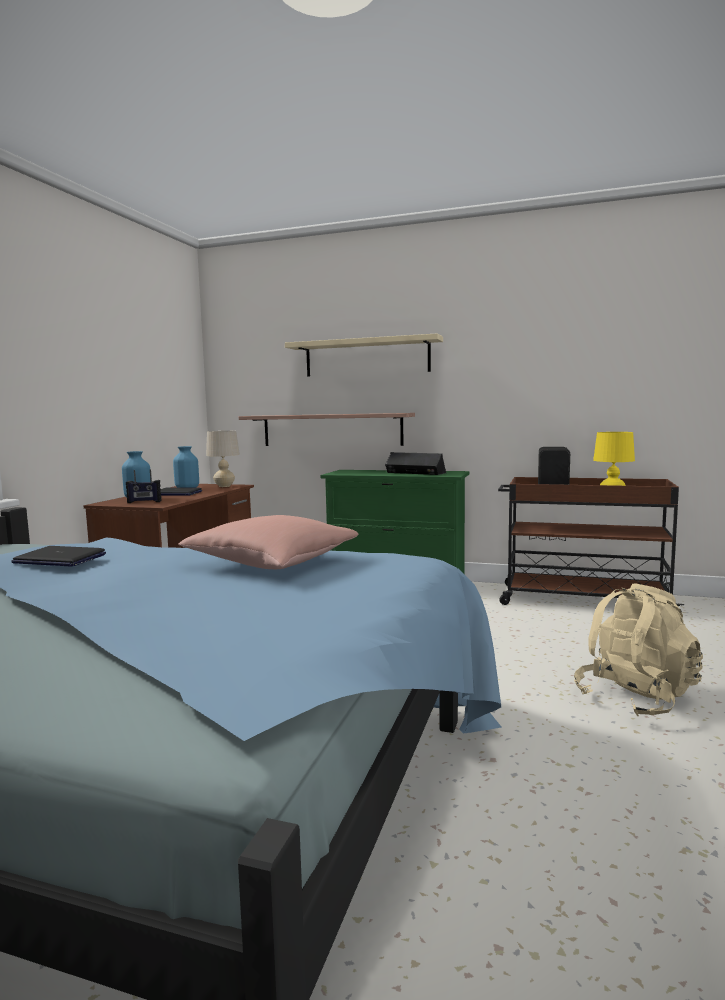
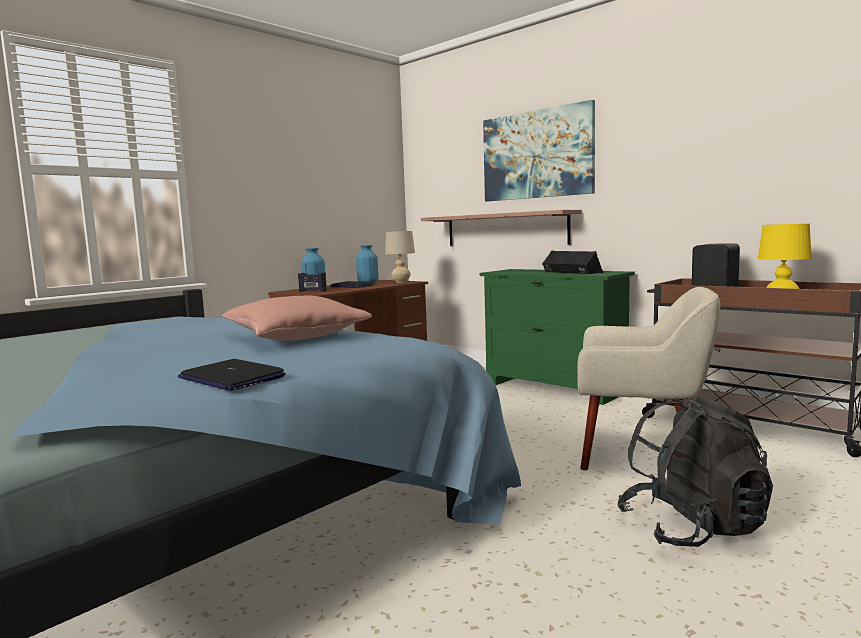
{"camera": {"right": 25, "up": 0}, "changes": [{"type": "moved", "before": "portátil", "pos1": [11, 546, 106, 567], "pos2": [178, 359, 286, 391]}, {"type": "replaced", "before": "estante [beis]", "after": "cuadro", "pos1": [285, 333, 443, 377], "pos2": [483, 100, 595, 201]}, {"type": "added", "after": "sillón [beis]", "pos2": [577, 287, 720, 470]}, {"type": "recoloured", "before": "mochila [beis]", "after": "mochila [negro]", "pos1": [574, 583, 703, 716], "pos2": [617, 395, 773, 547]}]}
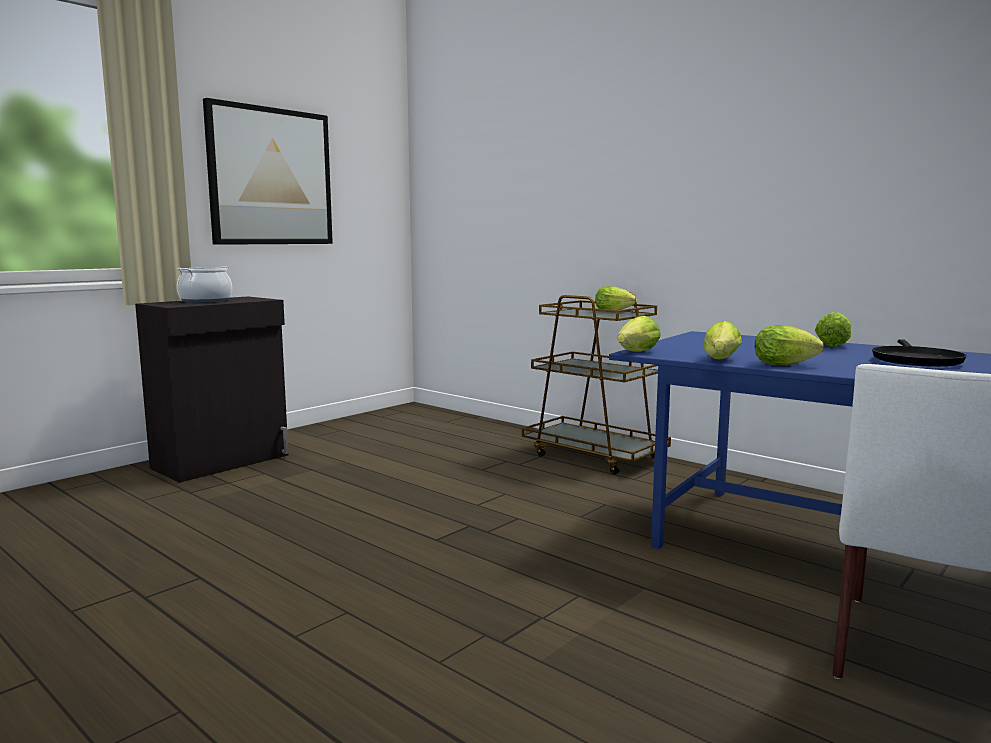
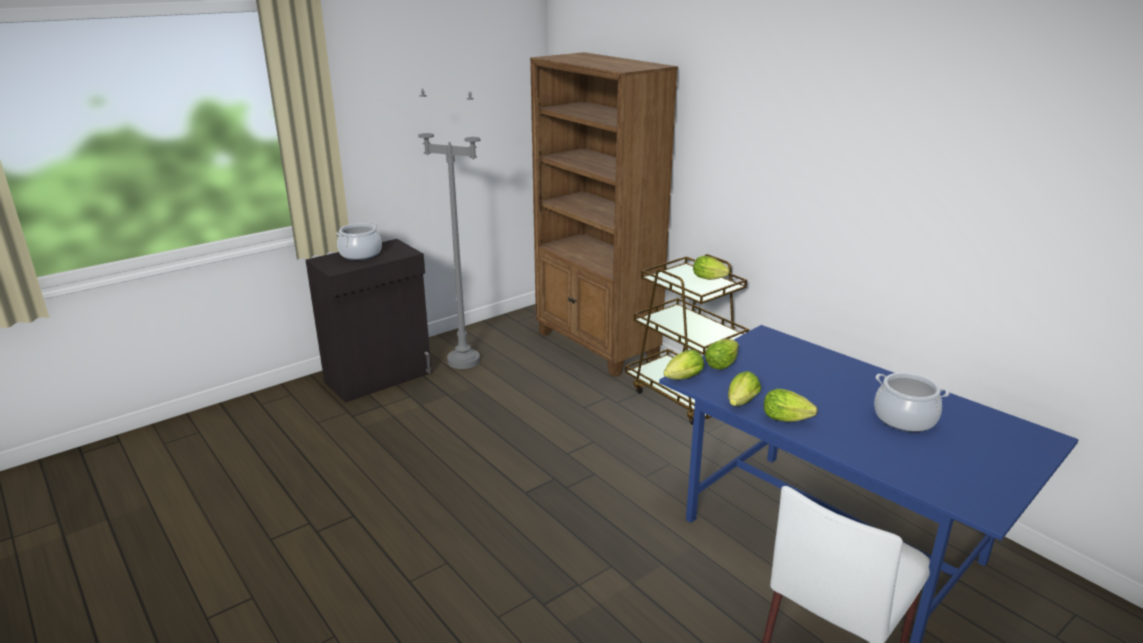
{"camera": {"right": 10, "up": 15}, "changes": [{"type": "added", "after": "lámpara de pie [gris]", "pos2": [418, 89, 480, 369]}, {"type": "added", "after": "estantería [marrón]", "pos2": [530, 52, 678, 377]}, {"type": "moved", "before": "lechuga", "pos1": [815, 312, 851, 347], "pos2": [705, 339, 739, 370]}, {"type": "replaced", "before": "sartén [negro]", "after": "olla", "pos1": [872, 339, 967, 367], "pos2": [874, 373, 950, 432]}, {"type": "removed", "before": "cuadro", "pos1": [203, 98, 333, 245]}]}
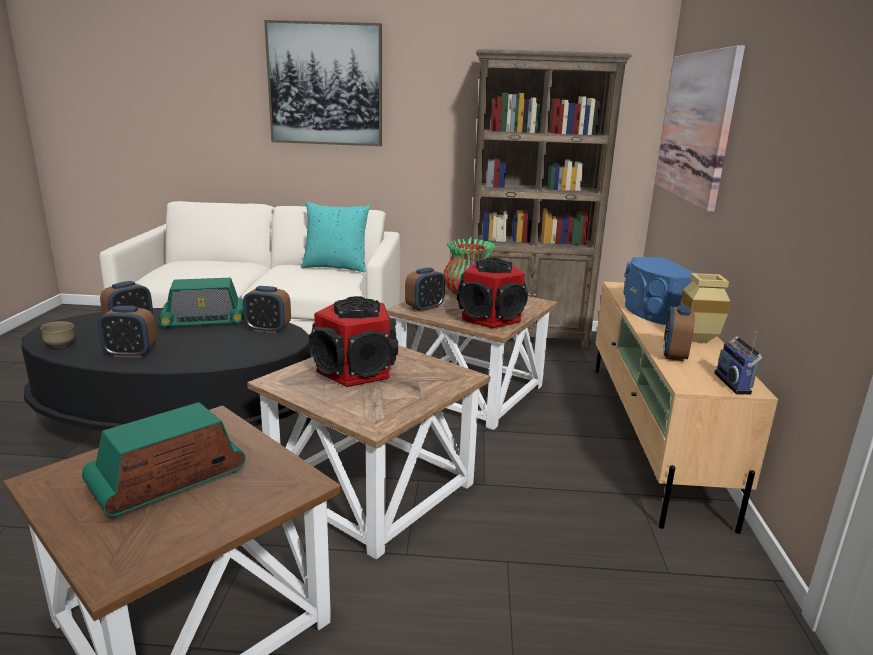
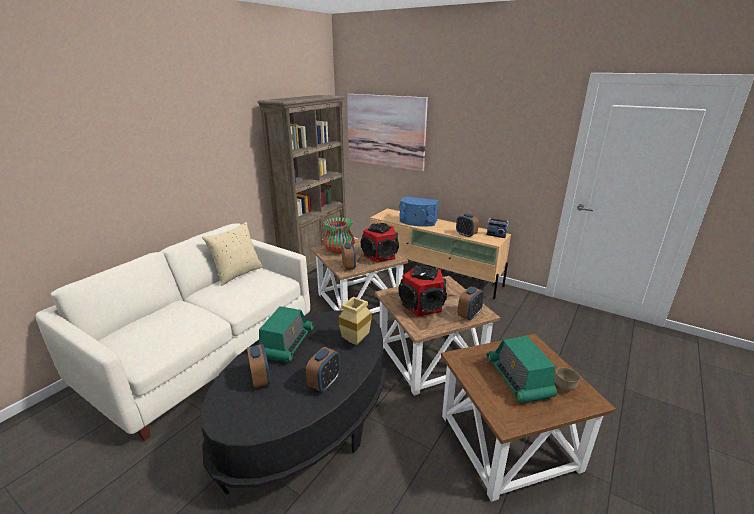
{"camera": {"right": -60, "up": 5}, "changes": [{"type": "recoloured", "before": "cojín [turquesa]", "after": "cojín [beis]", "pos1": [301, 202, 371, 273], "pos2": [202, 222, 263, 286]}, {"type": "moved", "before": "florero [beis]", "pos1": [681, 273, 730, 343], "pos2": [339, 297, 371, 345]}, {"type": "moved", "before": "despertador", "pos1": [243, 286, 291, 333], "pos2": [458, 286, 484, 321]}, {"type": "moved", "before": "cuenco [marrón]", "pos1": [41, 321, 75, 348], "pos2": [555, 367, 580, 391]}, {"type": "removed", "before": "cuadro", "pos1": [264, 20, 382, 146]}]}
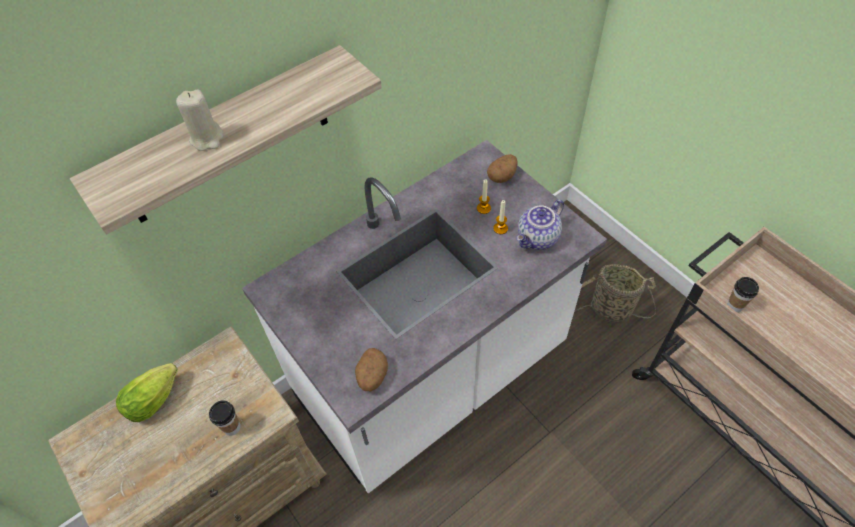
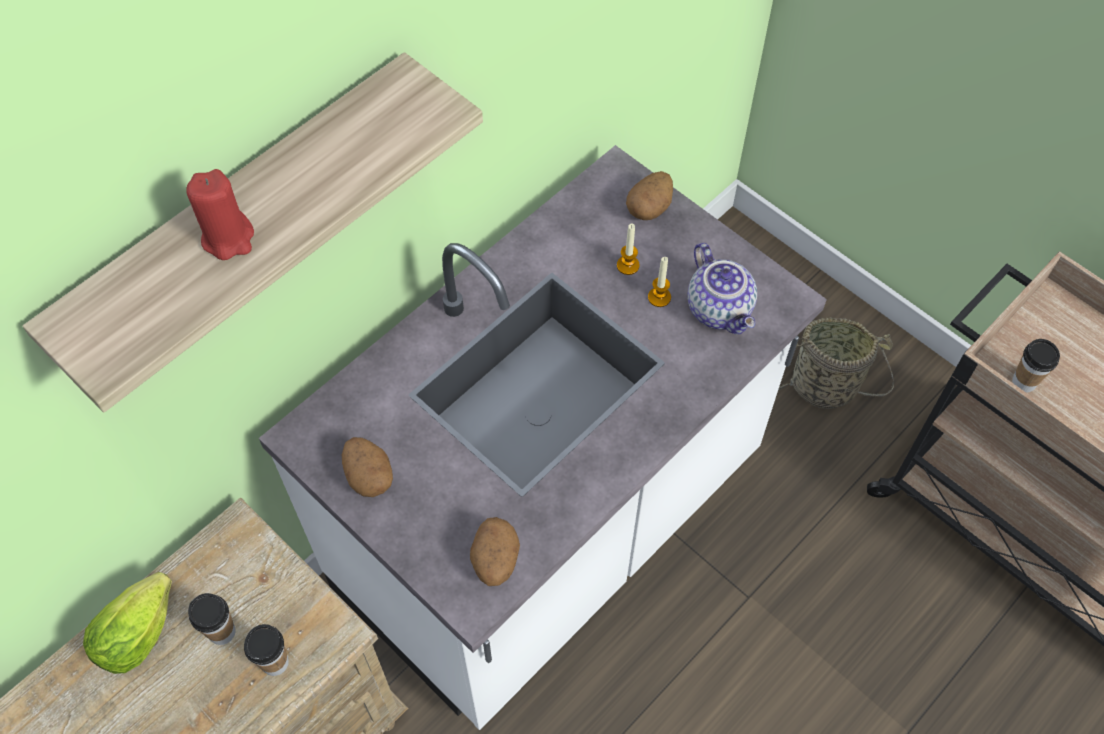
{"camera": {"right": -10, "up": 5}, "changes": [{"type": "recoloured", "before": "vela [beis]", "after": "vela [rojo]", "pos1": [176, 89, 223, 151], "pos2": [186, 169, 254, 260]}, {"type": "added", "after": "taza", "pos2": [188, 593, 236, 645]}, {"type": "added", "after": "patata", "pos2": [342, 437, 393, 497]}, {"type": "turned", "before": "tetera", "pos1": [516, 199, 564, 250], "pos2": [688, 243, 757, 335], "turn": -60}]}
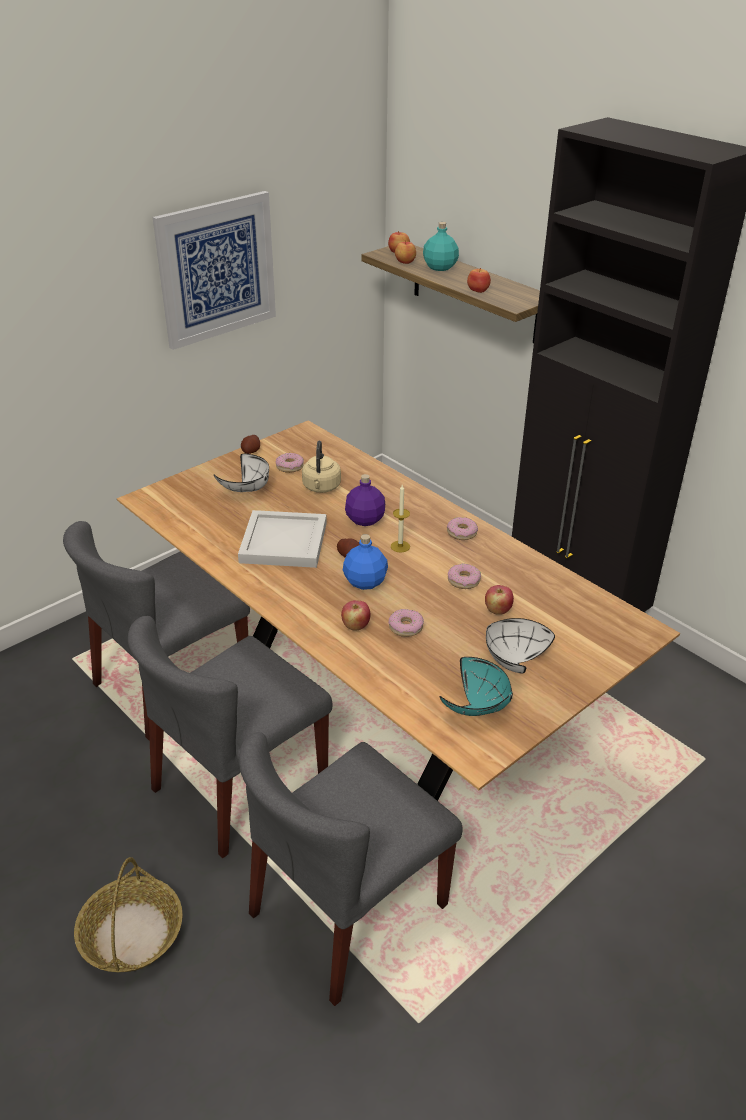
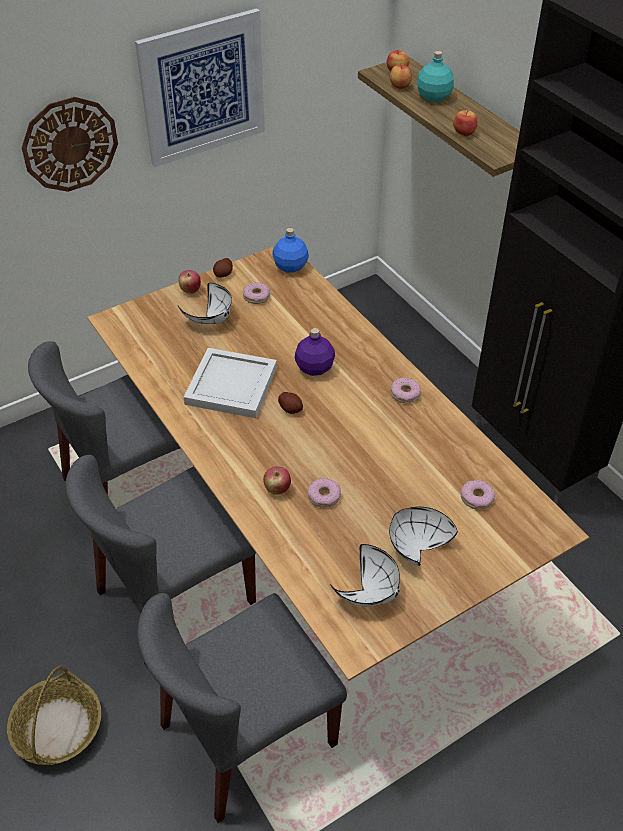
{"camera": {"right": 10, "up": 10}, "changes": [{"type": "added", "after": "reloj de pared", "pos2": [22, 97, 118, 192]}, {"type": "moved", "before": "manzana", "pos1": [485, 585, 514, 615], "pos2": [179, 270, 201, 294]}, {"type": "moved", "before": "botella [azul]", "pos1": [343, 534, 388, 590], "pos2": [272, 228, 309, 273]}, {"type": "recoloured", "before": "cuenco [turquesa]", "after": "cuenco [blanco]", "pos1": [440, 657, 513, 716], "pos2": [330, 544, 400, 606]}, {"type": "moved", "before": "rosquilla", "pos1": [448, 564, 481, 589], "pos2": [461, 480, 495, 510]}, {"type": "removed", "before": "hervidor [beis]", "pos1": [302, 441, 341, 493]}, {"type": "removed", "before": "vela", "pos1": [391, 485, 410, 553]}]}
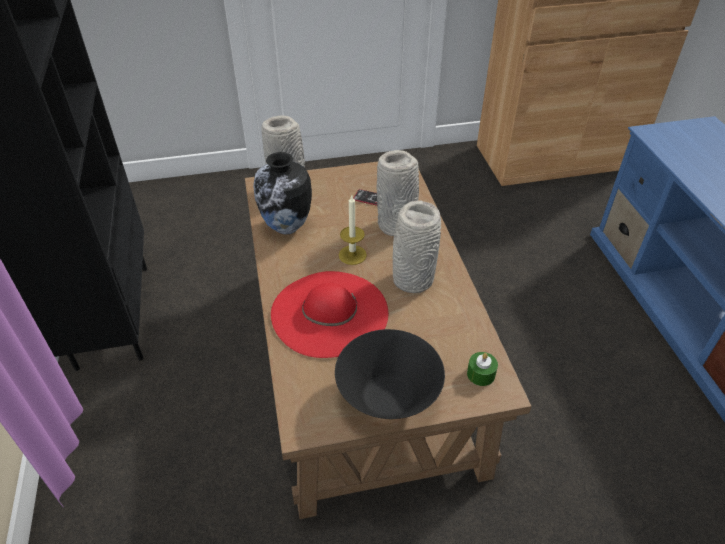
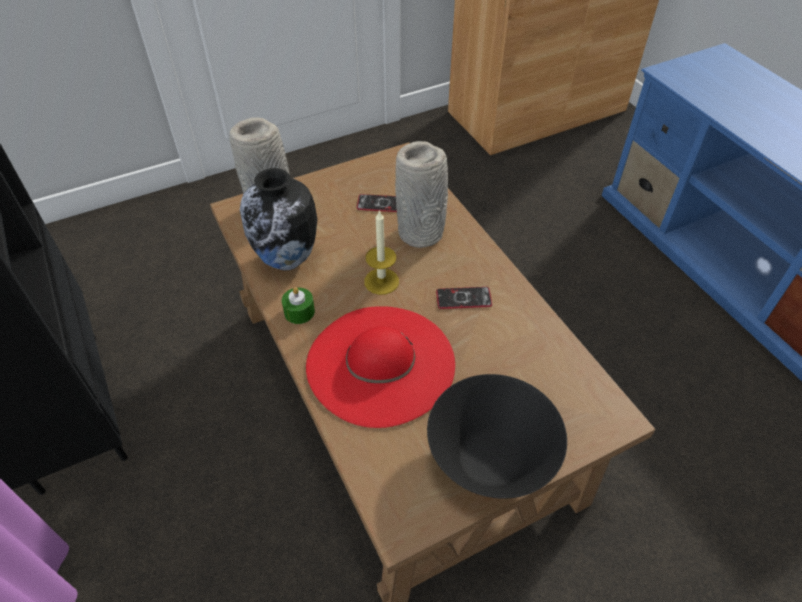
{"camera": {"right": -15, "up": 5}, "changes": [{"type": "moved", "before": "vela [verde]", "pos1": [467, 352, 498, 386], "pos2": [282, 287, 315, 324]}, {"type": "replaced", "before": "florero [gris]", "after": "móvil", "pos1": [393, 200, 441, 293], "pos2": [436, 287, 492, 309]}]}
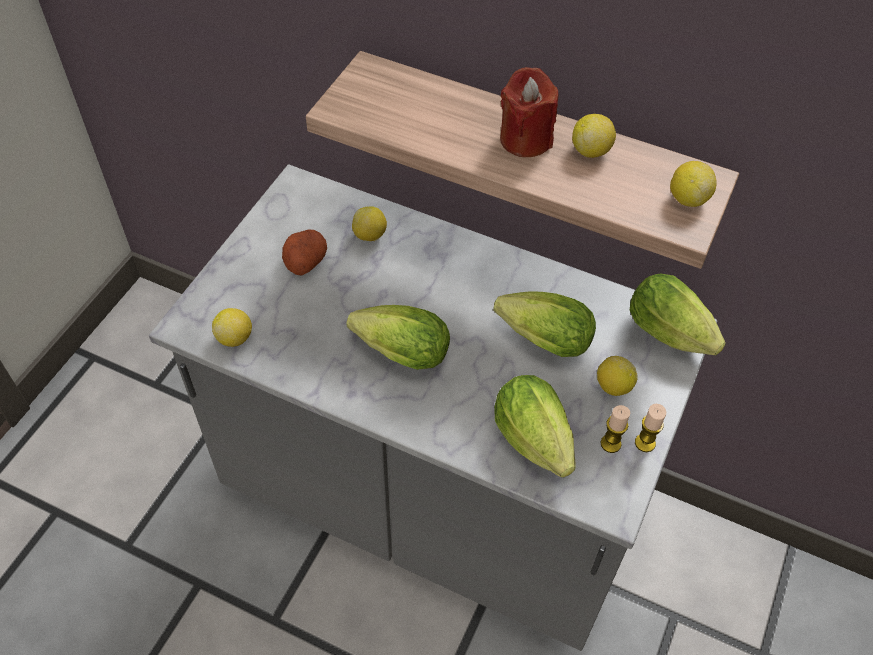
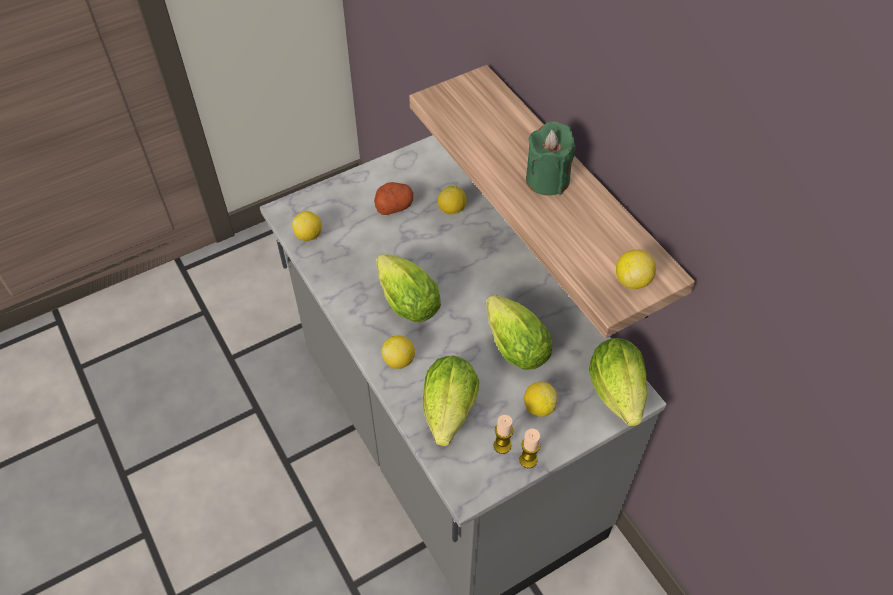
{"camera": {"right": 35, "up": 0}, "changes": [{"type": "moved", "before": "limón", "pos1": [572, 114, 616, 158], "pos2": [381, 335, 415, 369]}, {"type": "recoloured", "before": "vela [rojo]", "after": "vela [verde]", "pos1": [500, 67, 558, 157], "pos2": [526, 121, 576, 195]}]}
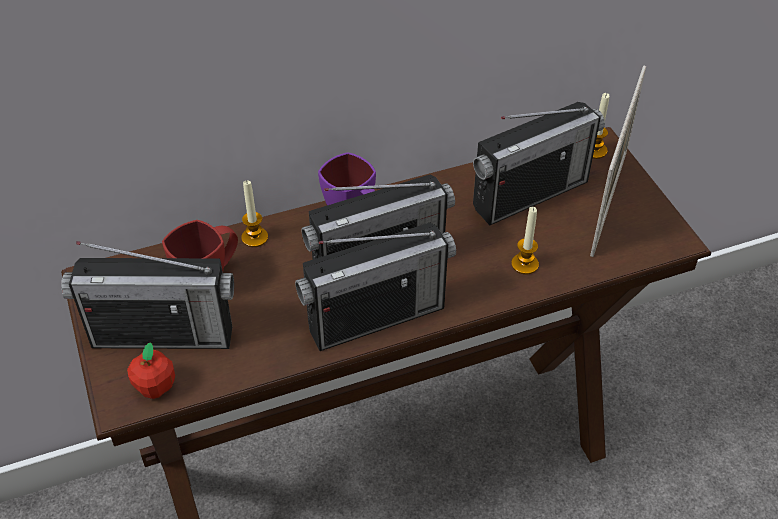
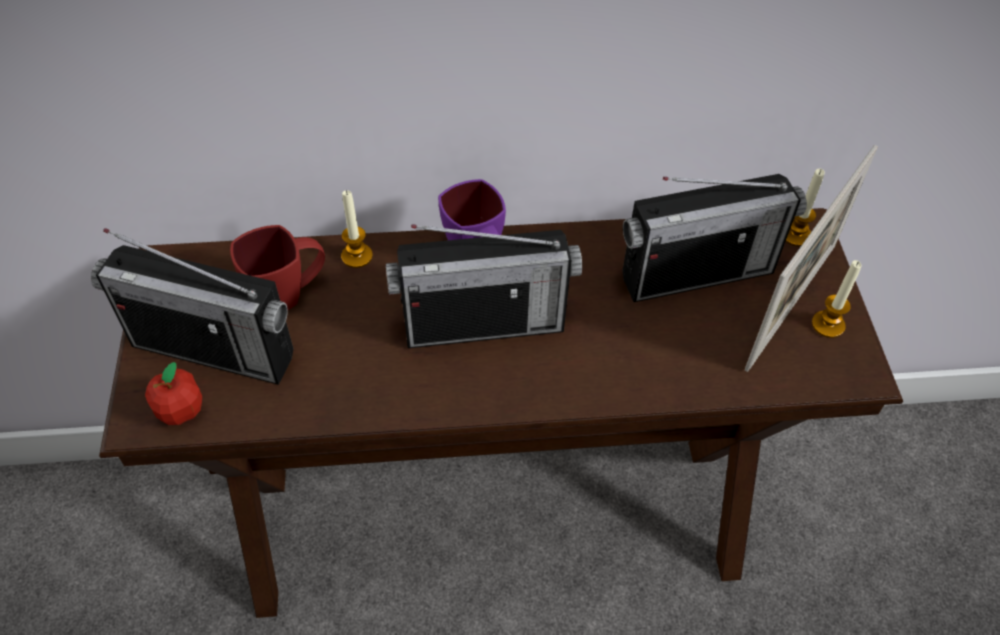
{"camera": {"right": 15, "up": 5}, "changes": [{"type": "moved", "before": "vela", "pos1": [511, 207, 539, 275], "pos2": [812, 260, 862, 338]}, {"type": "removed", "before": "radio", "pos1": [295, 223, 456, 351]}]}
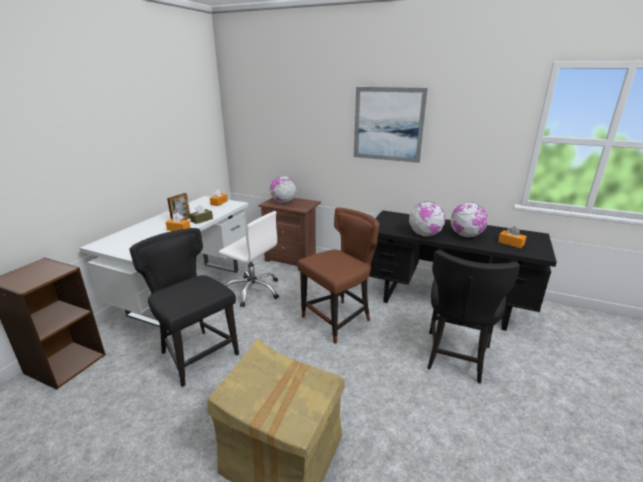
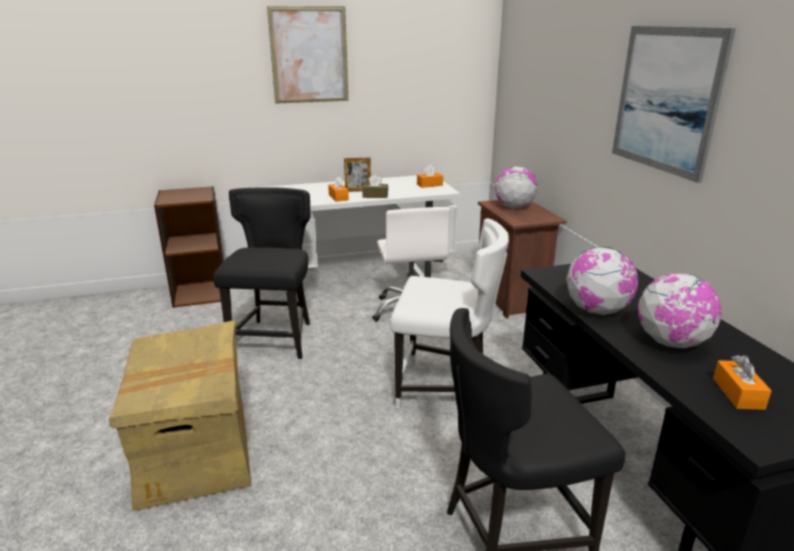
{"camera": {"right": 50, "up": 0}, "changes": [{"type": "added", "after": "cuadro", "pos2": [267, 6, 348, 104]}, {"type": "recoloured", "before": "silla [marrón]", "after": "silla [blanco]", "pos1": [297, 208, 379, 344], "pos2": [390, 218, 509, 410]}]}
